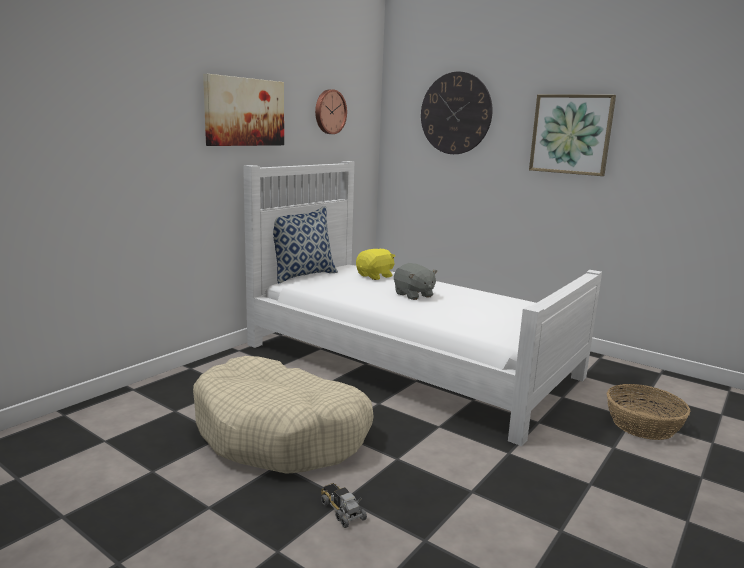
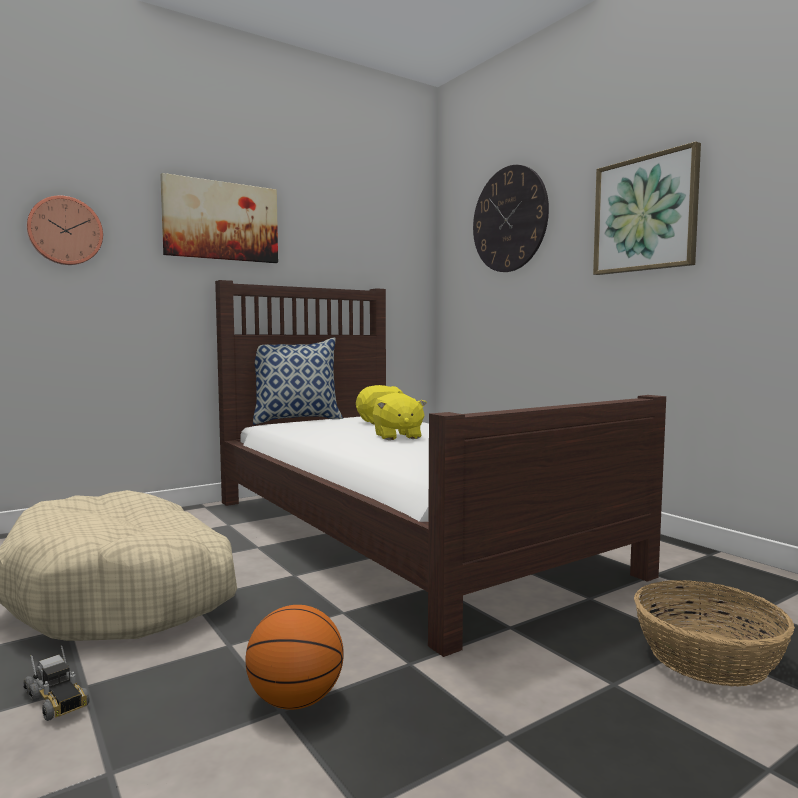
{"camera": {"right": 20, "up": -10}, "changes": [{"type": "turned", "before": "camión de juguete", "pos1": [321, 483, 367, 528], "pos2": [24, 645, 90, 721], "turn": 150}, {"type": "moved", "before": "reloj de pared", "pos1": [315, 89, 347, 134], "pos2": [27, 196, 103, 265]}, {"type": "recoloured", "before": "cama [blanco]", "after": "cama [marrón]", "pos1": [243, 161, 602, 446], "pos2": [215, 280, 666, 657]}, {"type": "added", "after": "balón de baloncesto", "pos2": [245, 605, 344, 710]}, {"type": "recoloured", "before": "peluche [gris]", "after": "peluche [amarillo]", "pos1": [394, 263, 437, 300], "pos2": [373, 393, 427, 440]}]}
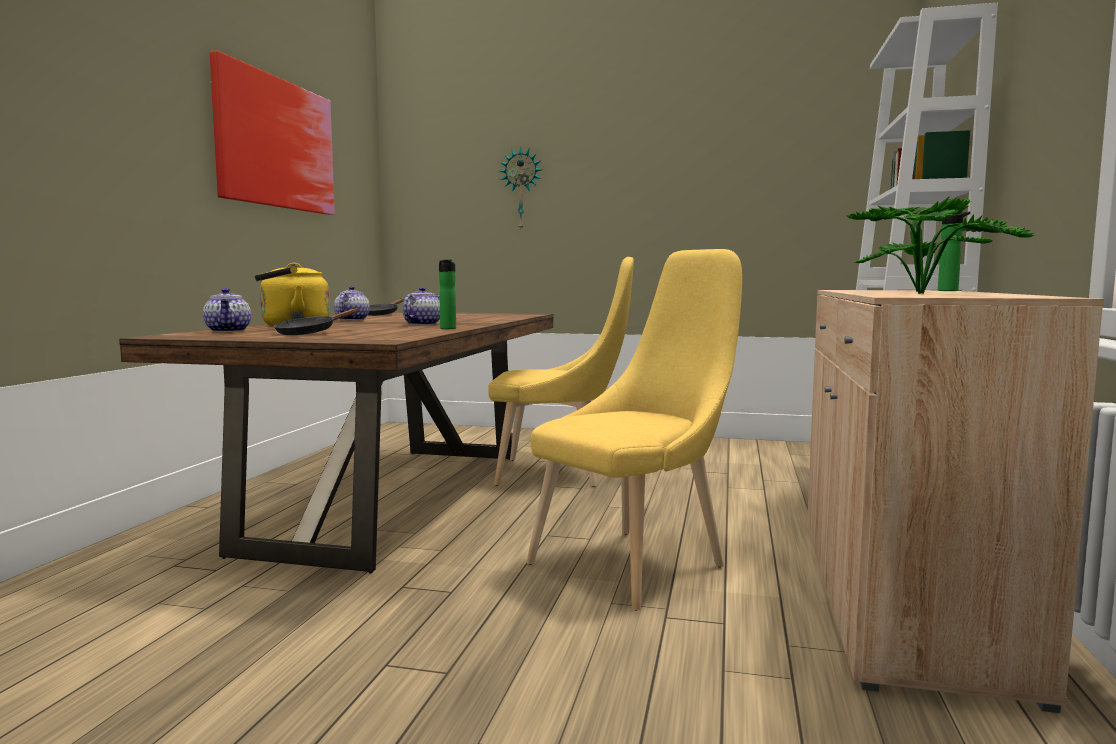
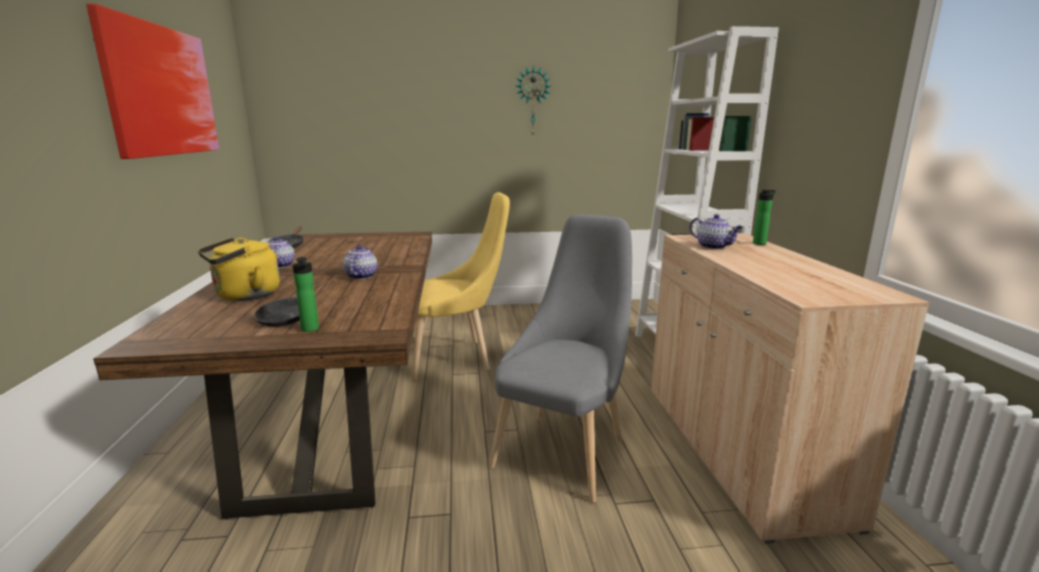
{"camera": {"right": -20, "up": 10}, "changes": [{"type": "moved", "before": "botella", "pos1": [439, 260, 456, 329], "pos2": [292, 257, 319, 332]}, {"type": "recoloured", "before": "silla [amarillo]", "after": "silla [gris]", "pos1": [526, 249, 742, 611], "pos2": [489, 214, 632, 503]}, {"type": "moved", "before": "reloj de pared", "pos1": [499, 147, 543, 229], "pos2": [516, 66, 551, 135]}, {"type": "moved", "before": "tetera", "pos1": [203, 288, 251, 332], "pos2": [690, 214, 743, 249]}, {"type": "removed", "before": "planta en maceta", "pos1": [846, 196, 1035, 294]}]}
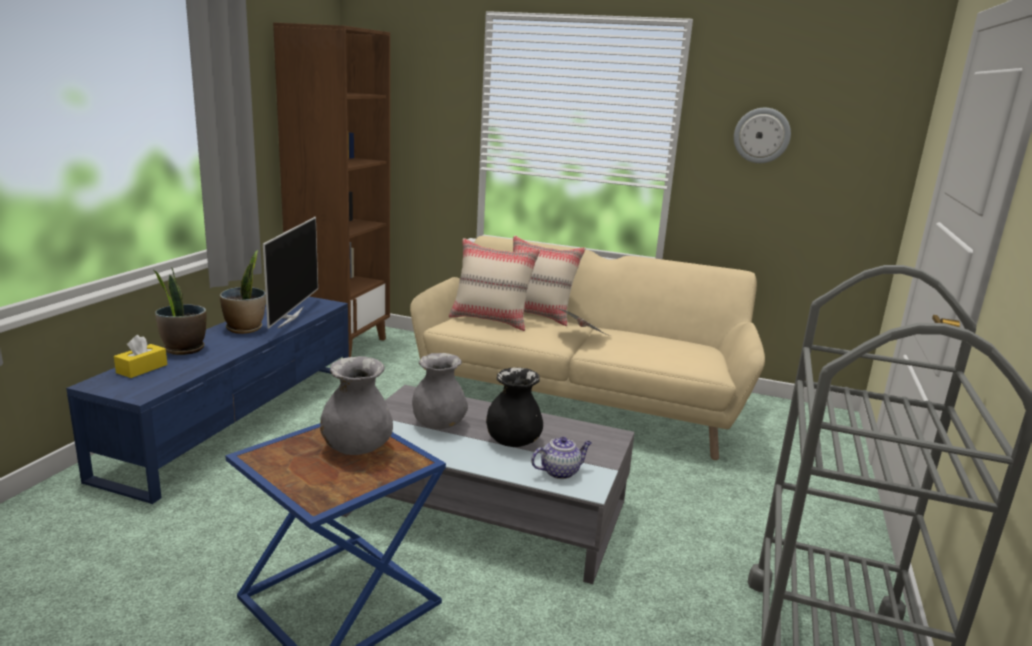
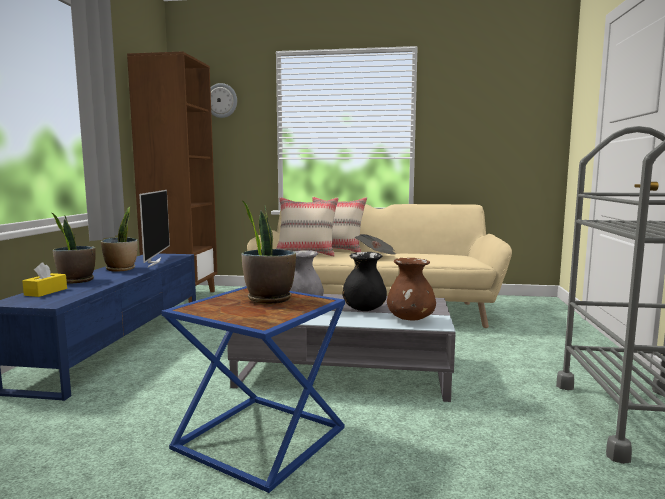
{"camera": {"right": -10, "up": -10}, "changes": [{"type": "moved", "before": "reloj de pared", "pos1": [734, 108, 791, 163], "pos2": [210, 83, 237, 118]}, {"type": "replaced", "before": "florero [gris]", "after": "planta en maceta", "pos1": [320, 356, 393, 455], "pos2": [242, 201, 296, 304]}, {"type": "replaced", "before": "tetera", "after": "florero [marrón]", "pos1": [531, 437, 592, 479], "pos2": [387, 258, 436, 320]}]}
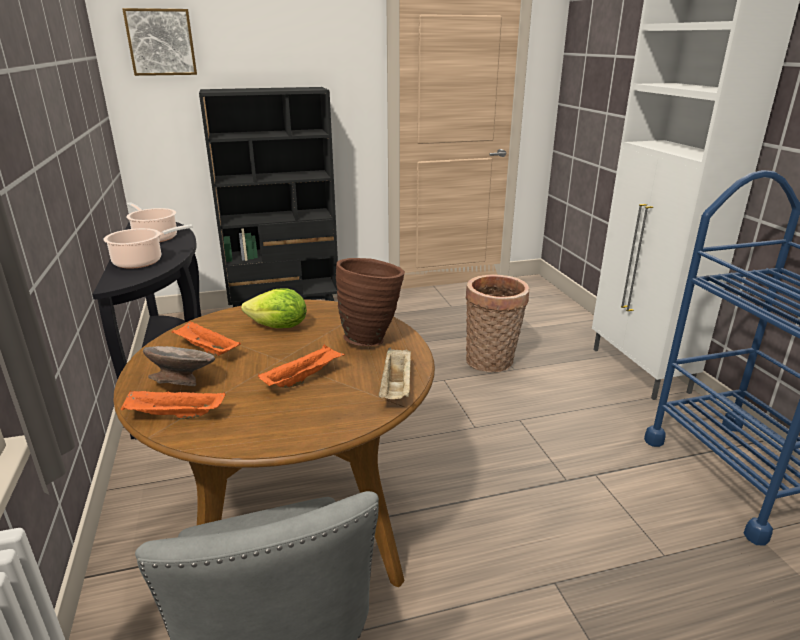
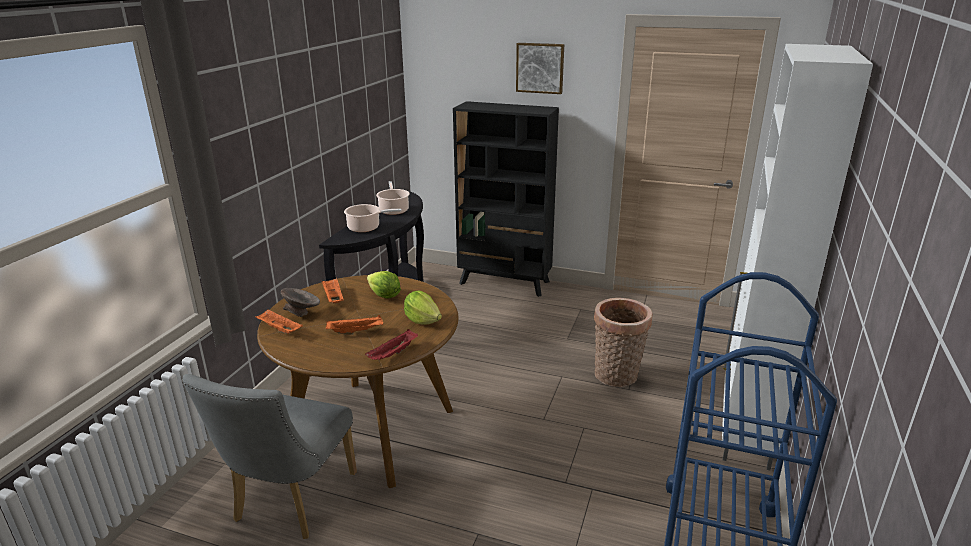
{"camera": {"right": 35, "up": 0}, "changes": [{"type": "recoloured", "before": "bandeja [beis]", "after": "bandeja [rojo]", "pos1": [379, 348, 411, 399], "pos2": [365, 329, 418, 361]}, {"type": "replaced", "before": "florero [marrón]", "after": "lechuga", "pos1": [336, 258, 405, 346], "pos2": [404, 290, 442, 325]}, {"type": "moved", "before": "cuadro", "pos1": [122, 8, 197, 76], "pos2": [516, 43, 564, 94]}]}
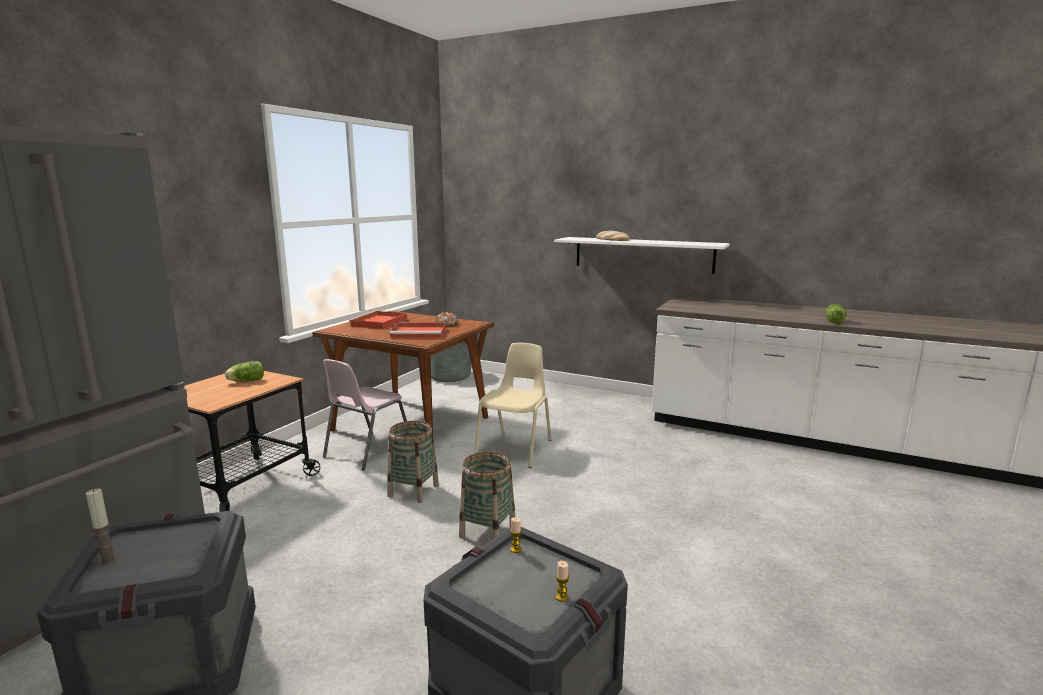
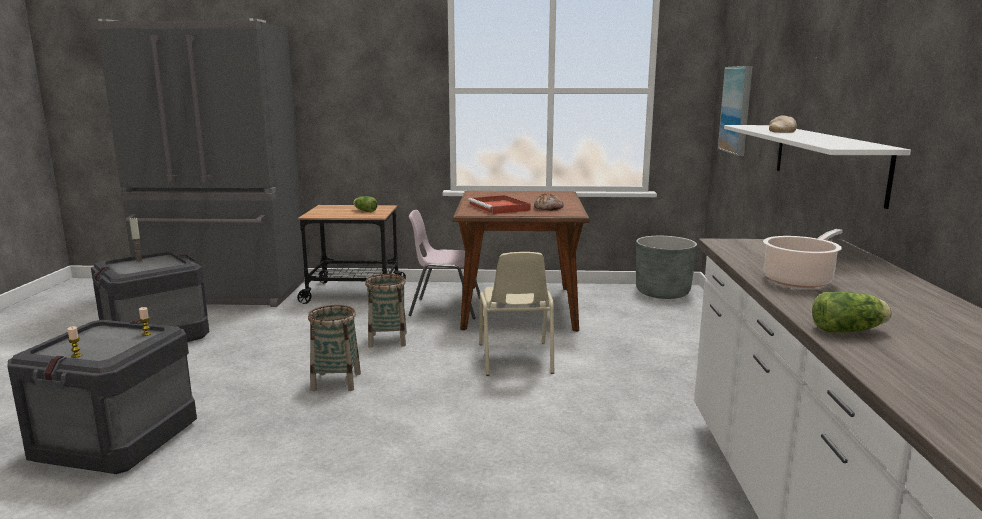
{"camera": {"right": 65, "up": 0}, "changes": [{"type": "turned", "before": "silla [beis]", "pos1": [474, 343, 552, 468], "pos2": [479, 252, 554, 376], "turn": 90}, {"type": "added", "after": "cuadro", "pos2": [718, 66, 753, 156]}, {"type": "added", "after": "olla", "pos2": [763, 229, 843, 288]}, {"type": "removed", "before": "bandeja [rojo]", "pos1": [349, 311, 407, 329]}]}
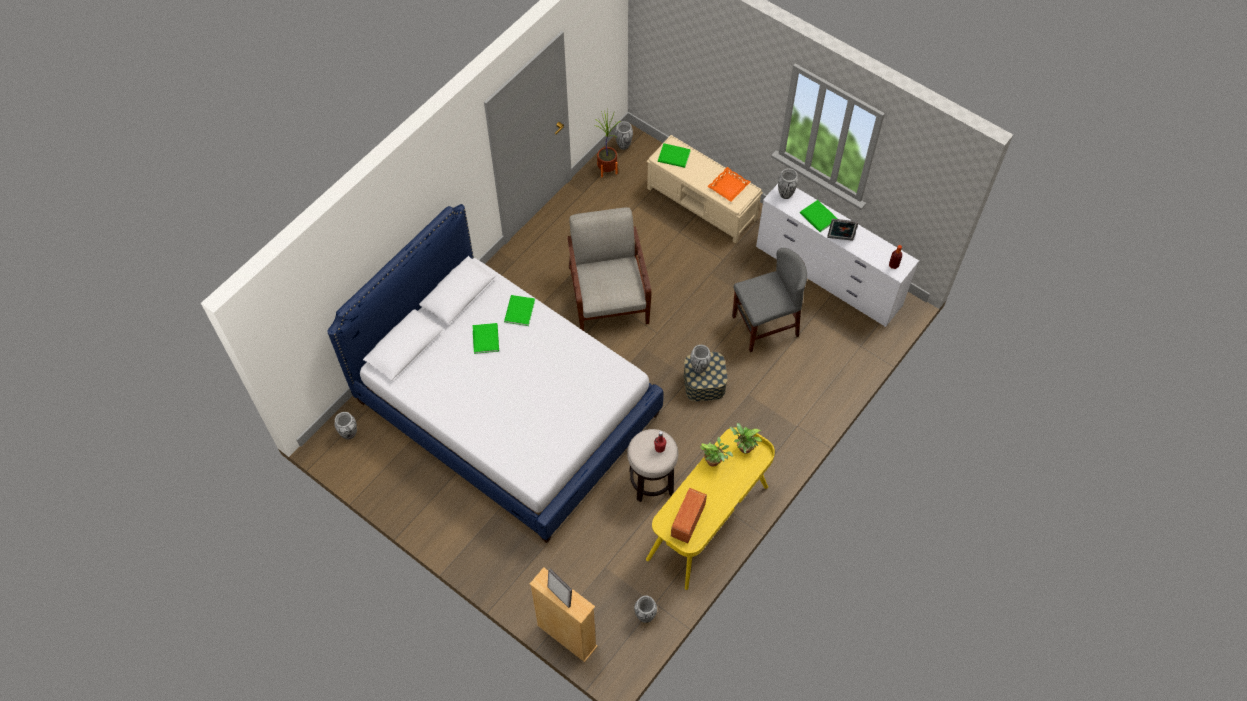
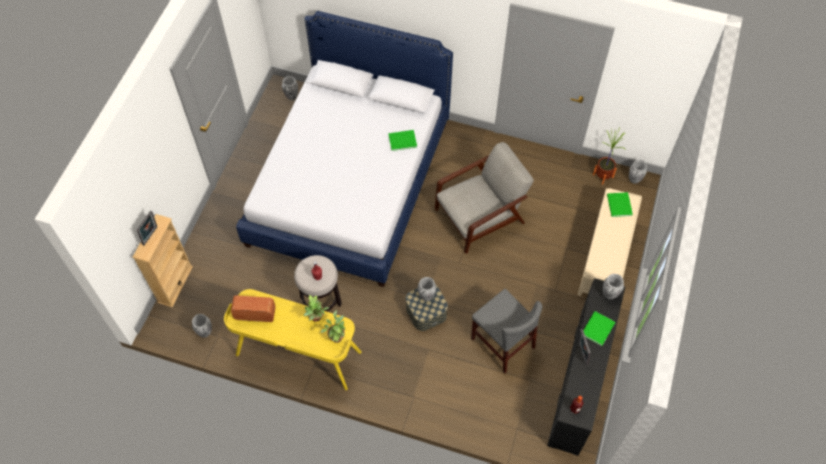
{"camera": {"right": 70, "up": 0}, "changes": [{"type": "recoloured", "before": "cómoda [blanco]", "after": "cómoda [negro]", "pos1": [756, 184, 919, 327], "pos2": [547, 278, 625, 456]}, {"type": "removed", "before": "libro [verde]", "pos1": [472, 323, 499, 354]}, {"type": "removed", "before": "bandeja [naranja]", "pos1": [707, 167, 750, 202]}]}
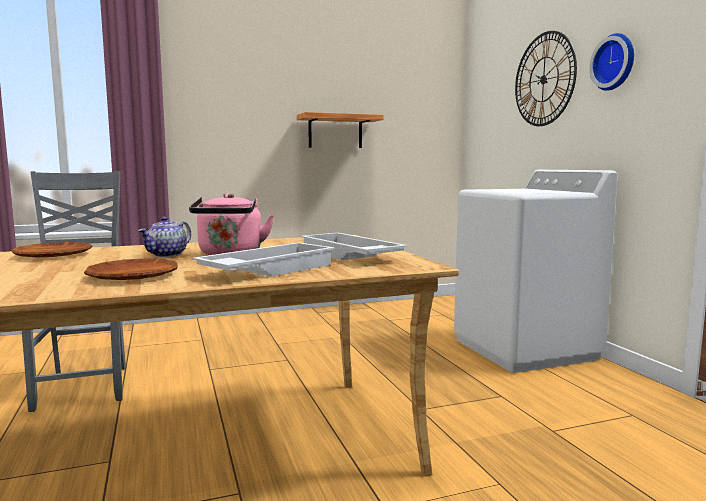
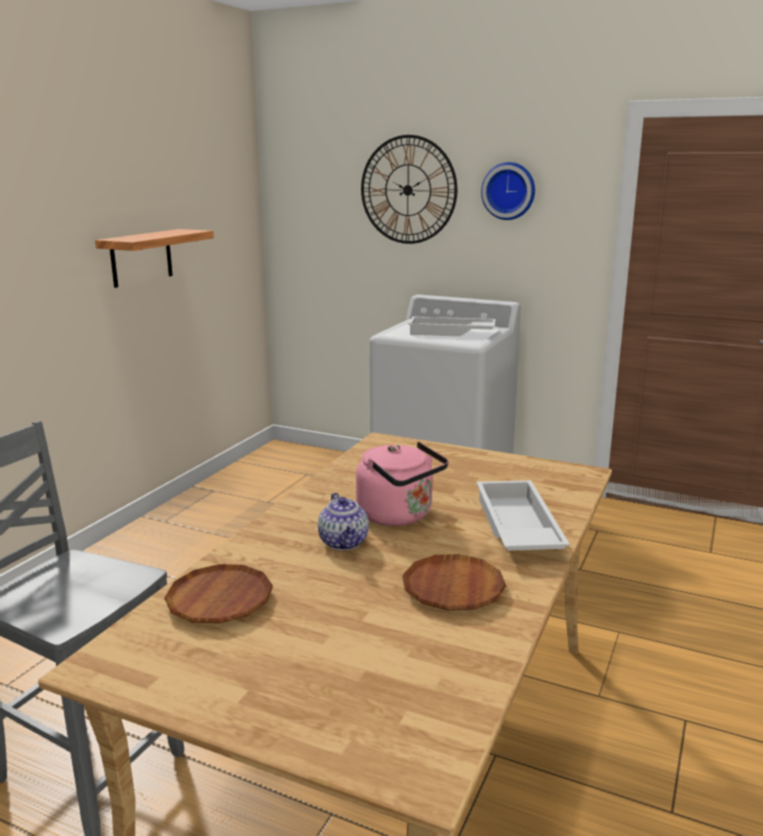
{"camera": {"right": -45, "up": 10}, "changes": [{"type": "moved", "before": "bandeja [blanco]", "pos1": [301, 233, 408, 260], "pos2": [408, 317, 496, 337]}]}
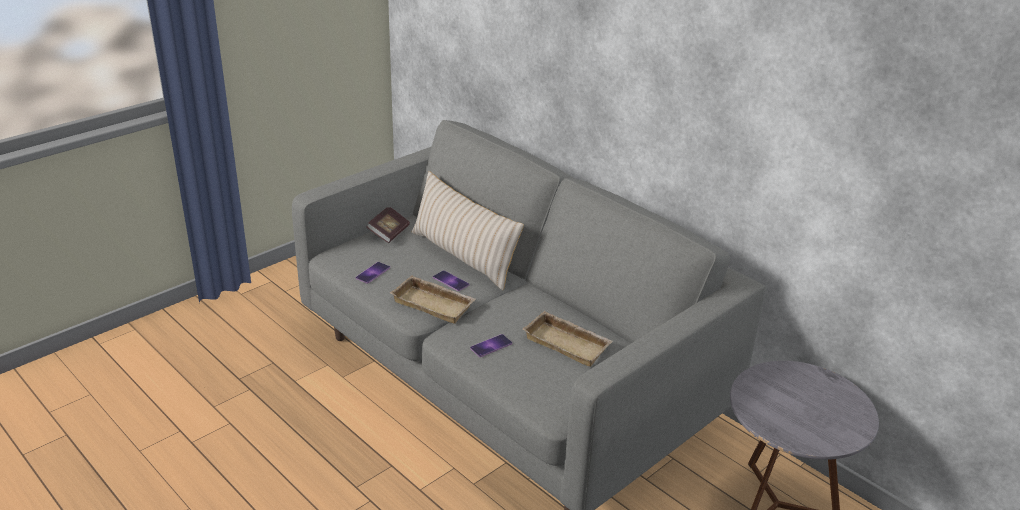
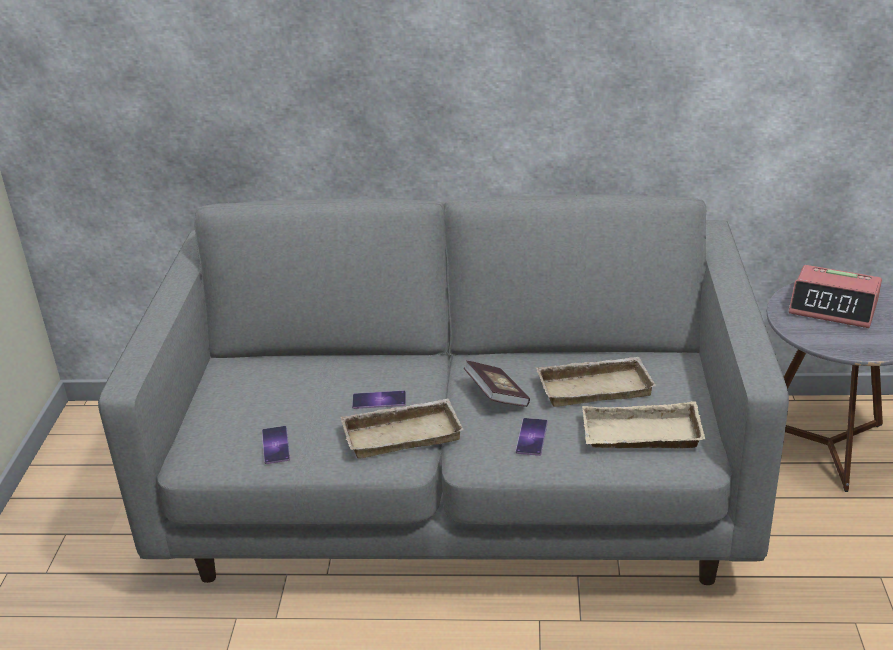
{"camera": {"right": -40, "up": 0}, "changes": [{"type": "moved", "before": "libro", "pos1": [367, 207, 410, 243], "pos2": [464, 361, 530, 407]}, {"type": "added", "after": "bandeja [beis]", "pos2": [582, 401, 705, 448]}, {"type": "added", "after": "despertador", "pos2": [789, 265, 882, 328]}, {"type": "removed", "before": "cojín [beis]", "pos1": [412, 171, 524, 290]}]}
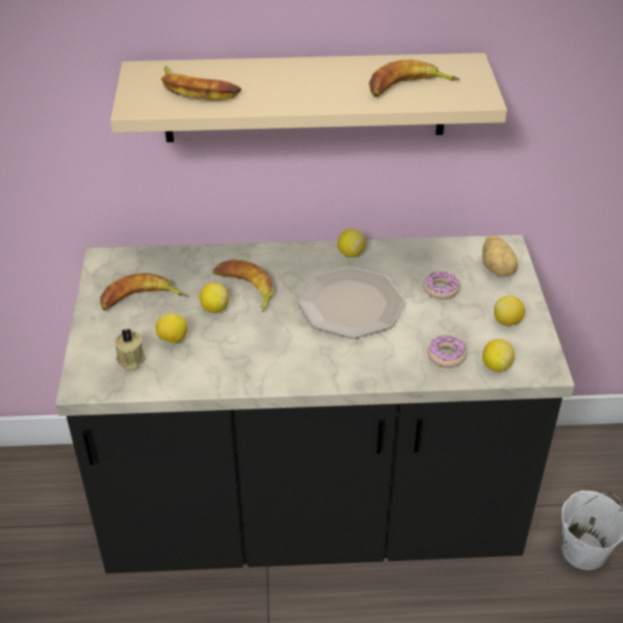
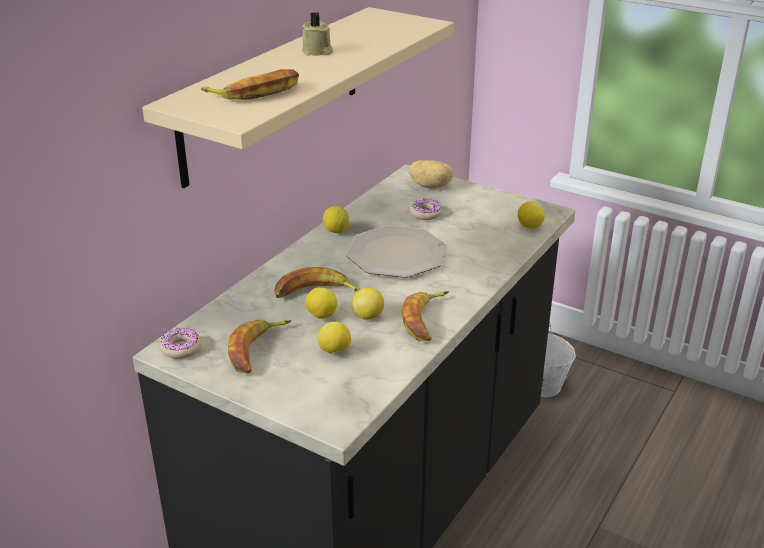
{"camera": {"right": -55, "up": -10}, "changes": [{"type": "moved", "before": "rosquilla", "pos1": [427, 335, 467, 368], "pos2": [160, 328, 202, 359]}, {"type": "moved", "before": "vela [beis]", "pos1": [115, 328, 146, 371], "pos2": [302, 12, 333, 56]}, {"type": "moved", "before": "limón", "pos1": [494, 296, 525, 326], "pos2": [352, 288, 384, 320]}, {"type": "moved", "before": "plátano", "pos1": [369, 60, 460, 97], "pos2": [402, 291, 449, 341]}]}
